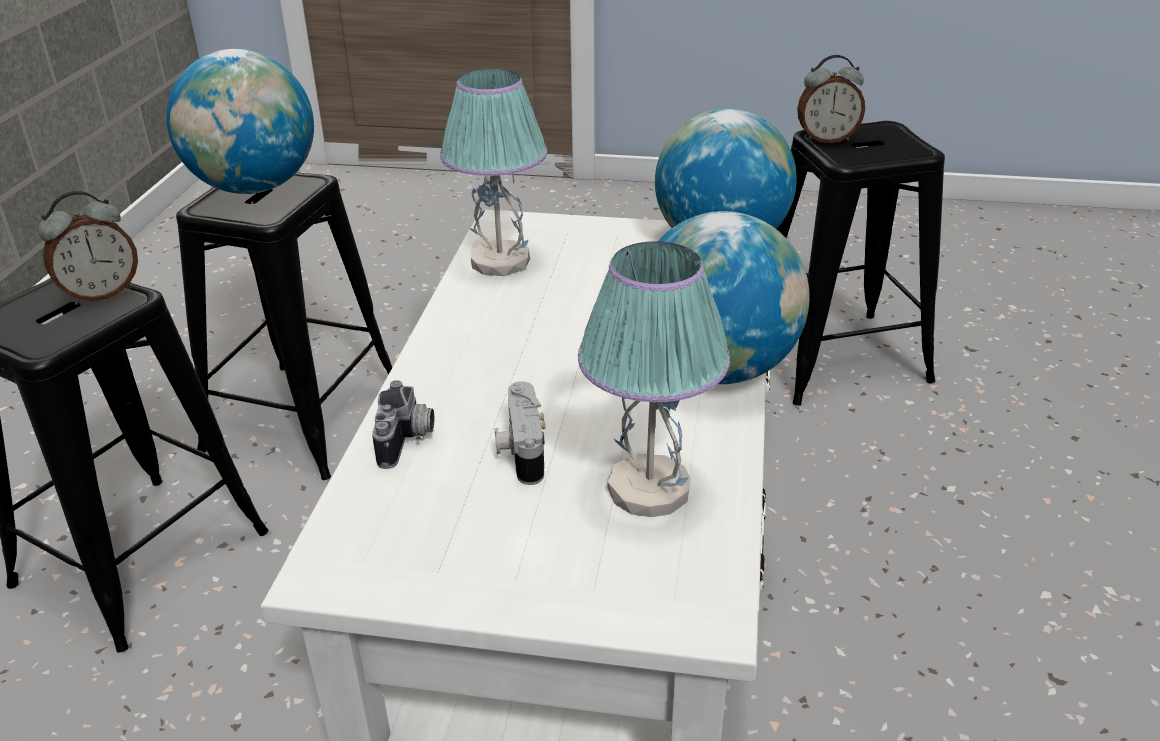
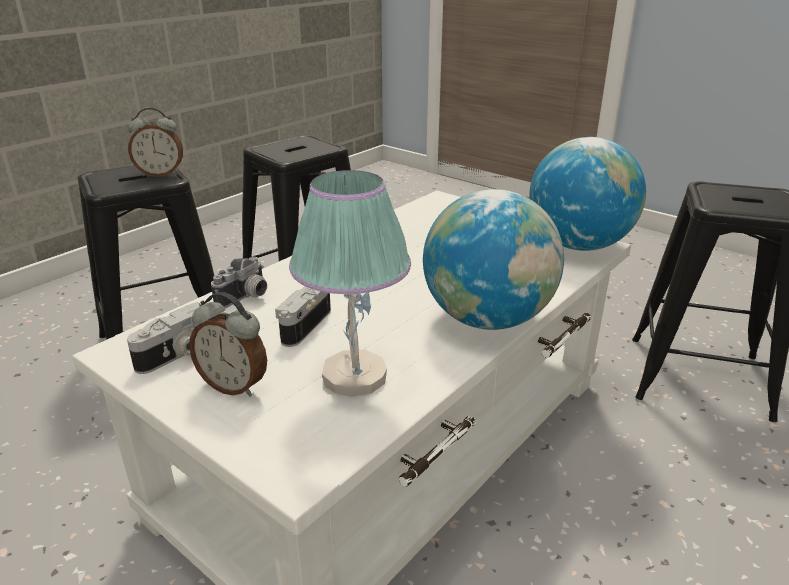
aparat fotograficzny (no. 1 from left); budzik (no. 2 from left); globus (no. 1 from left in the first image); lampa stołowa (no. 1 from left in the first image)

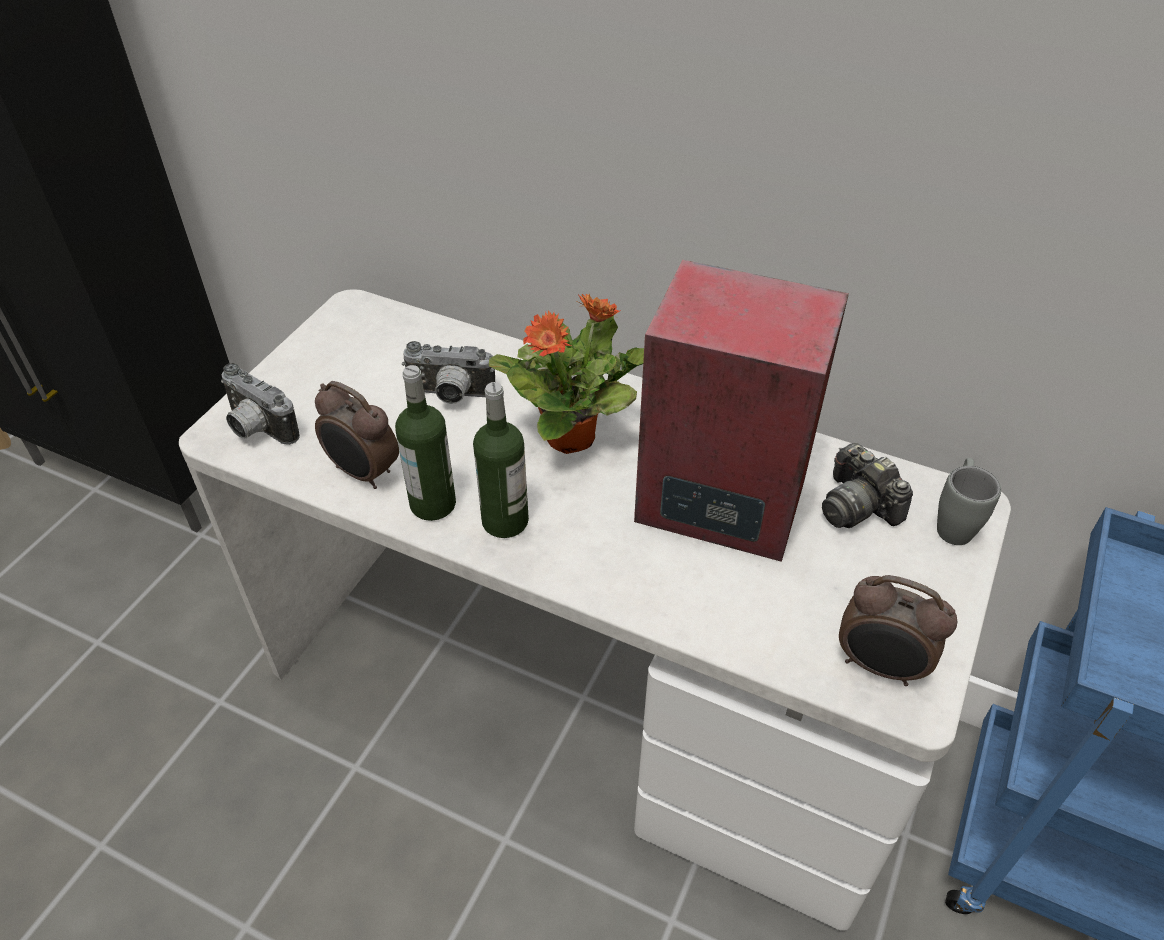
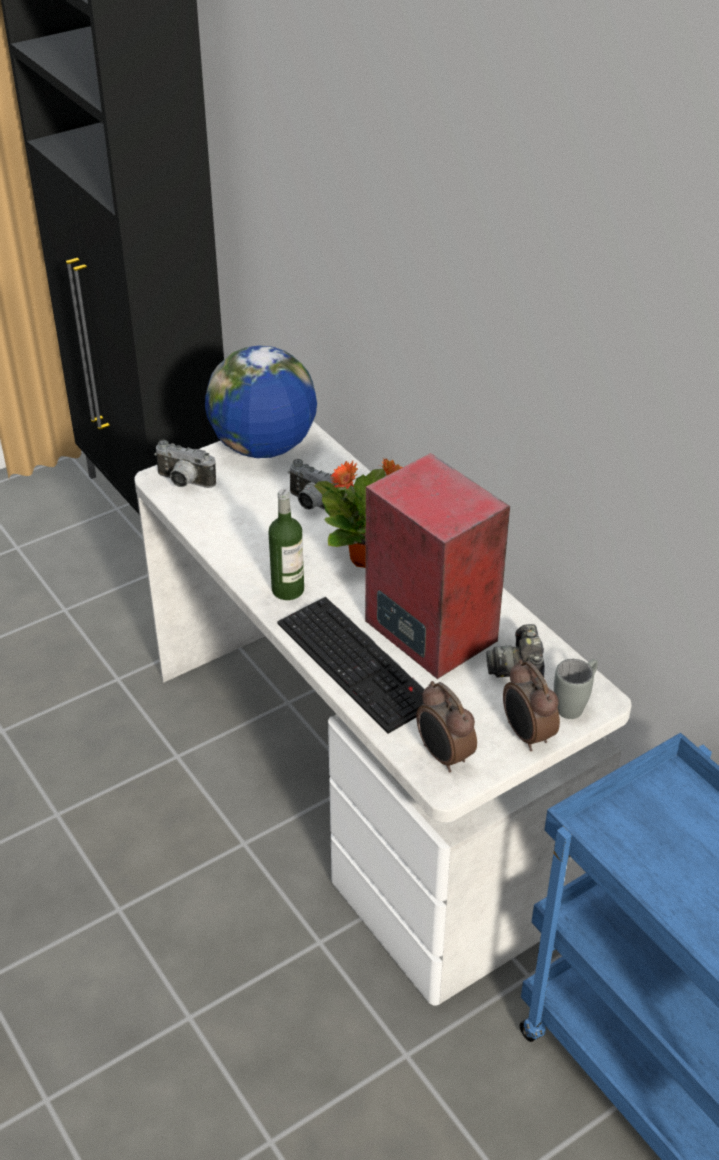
aparat fotograficzny (no. 1 from left); globus; klawiatura; budzik (no. 2 from left); butelka (no. 1 from left in the first image)

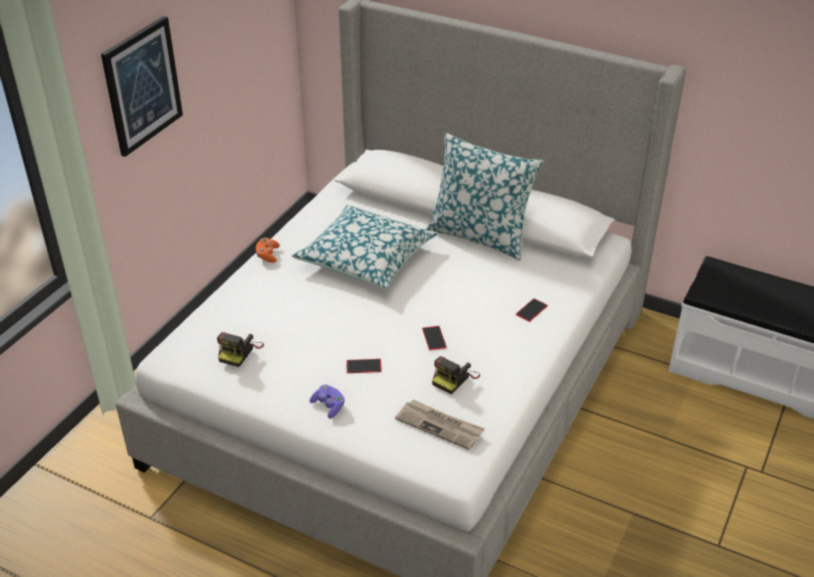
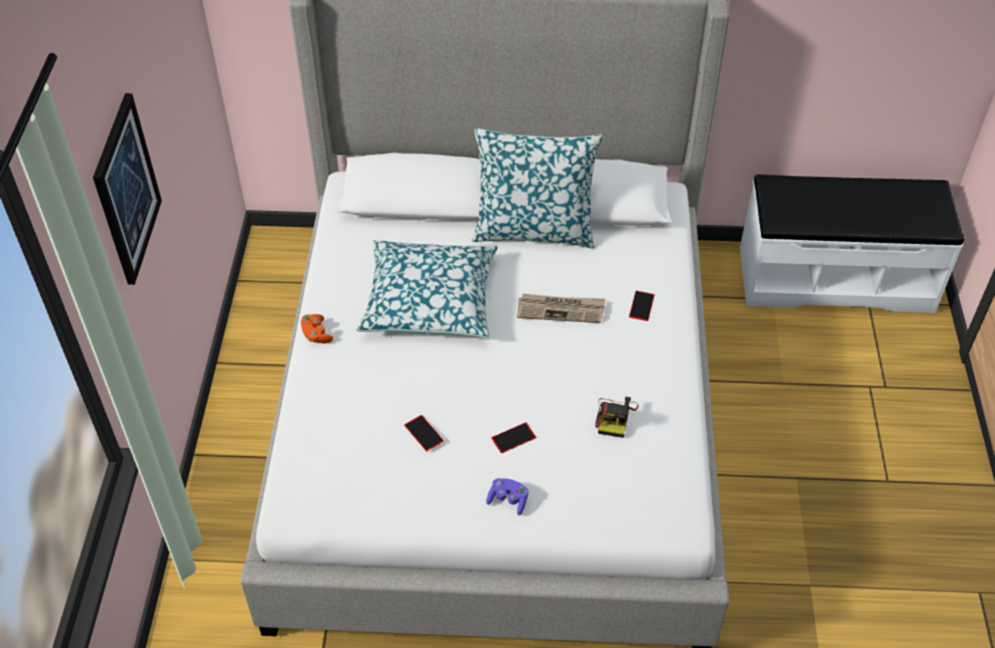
telefon (no. 1 from left); gazeta; aparat fotograficzny (no. 1 from left in the first image)

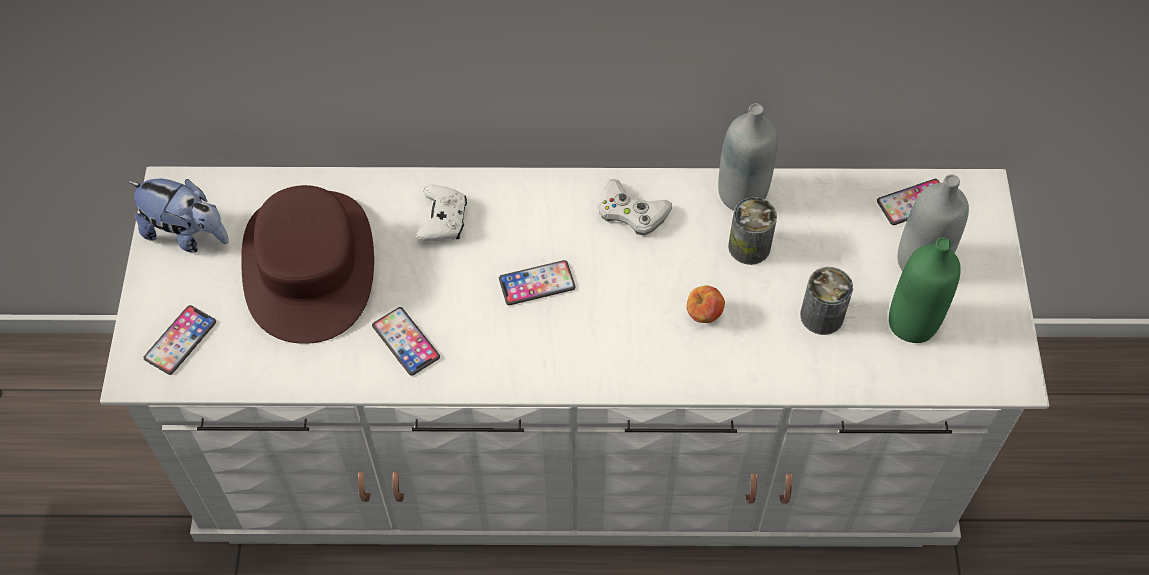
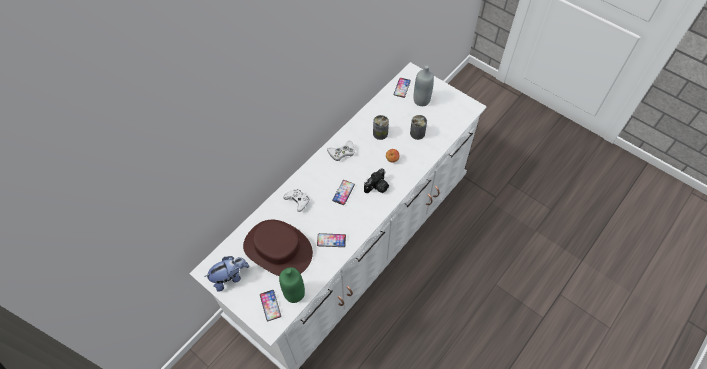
butelka/zielony; aparat fotograficzny; butelka/szary (no. 1 from left in the first image)

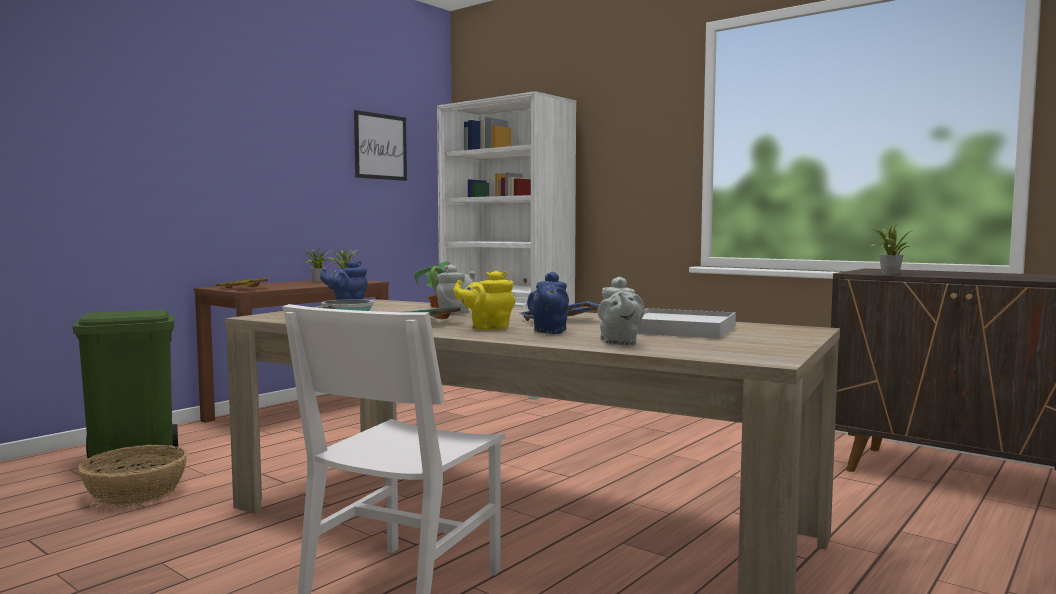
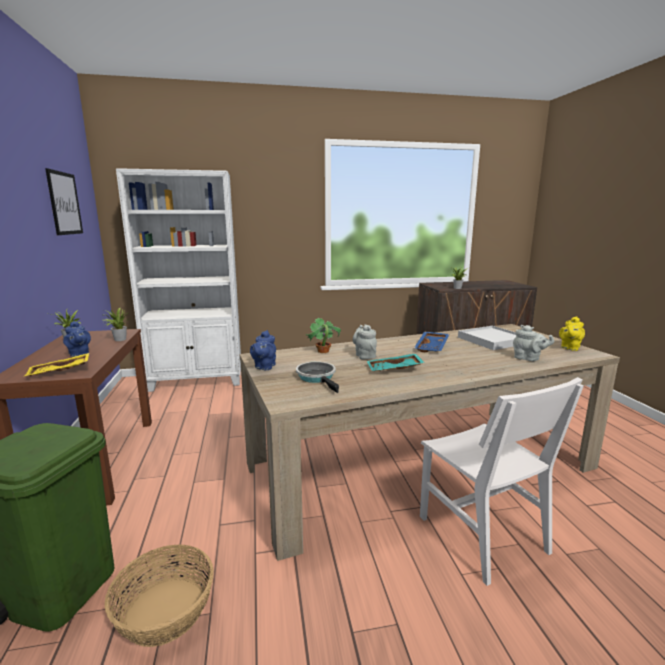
imbryk/niebieski (no. 1 from left); imbryk/żółty

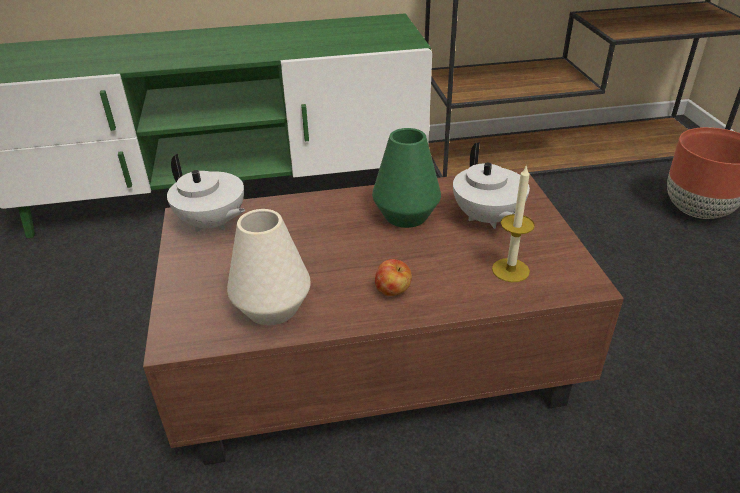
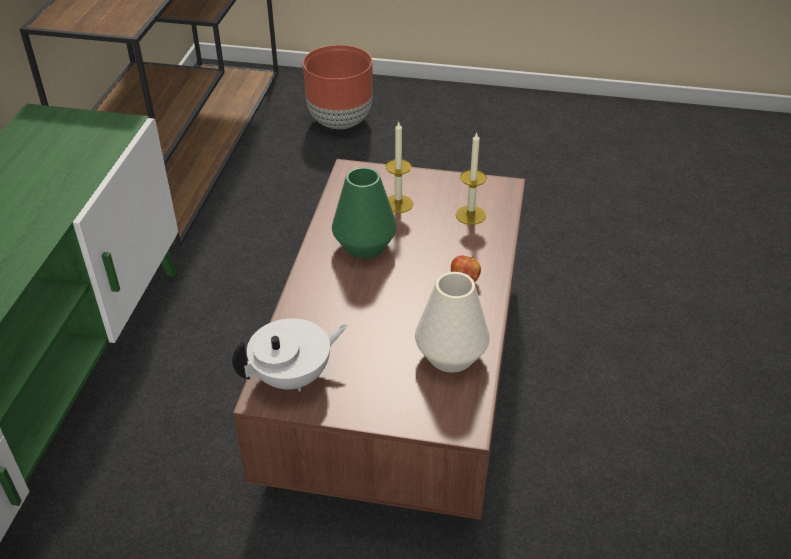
świeca (no. 1 from left)

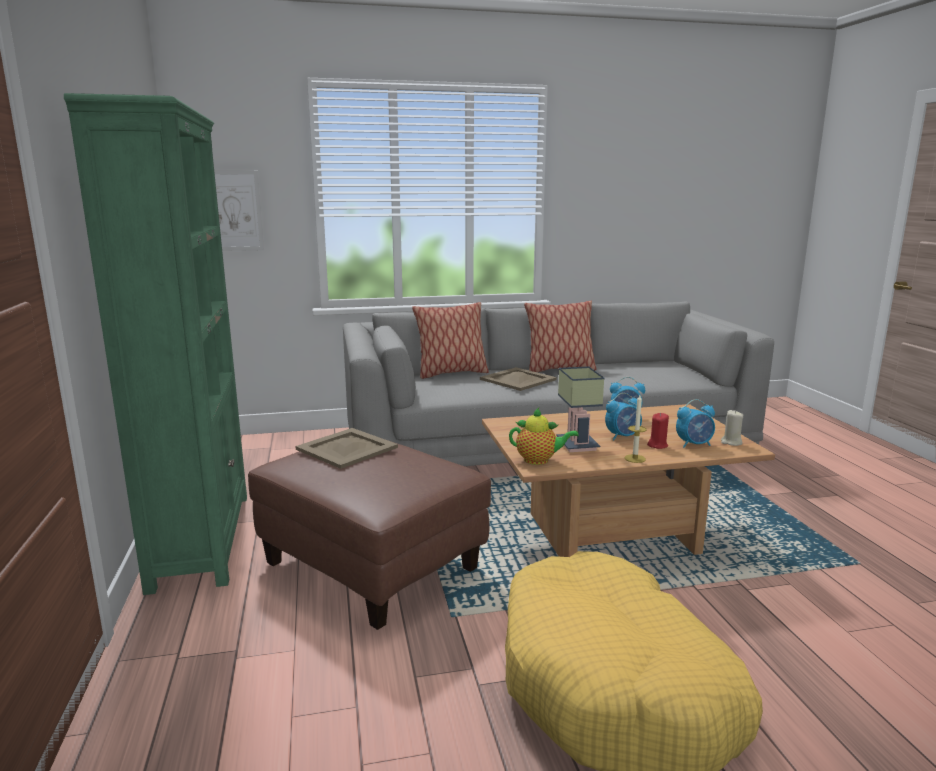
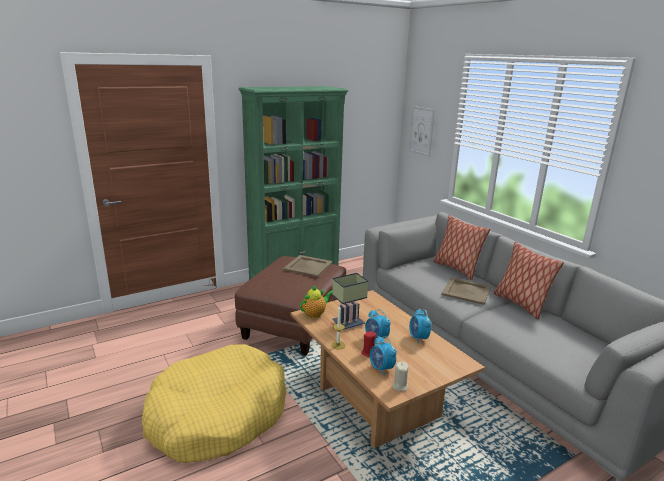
imbryk

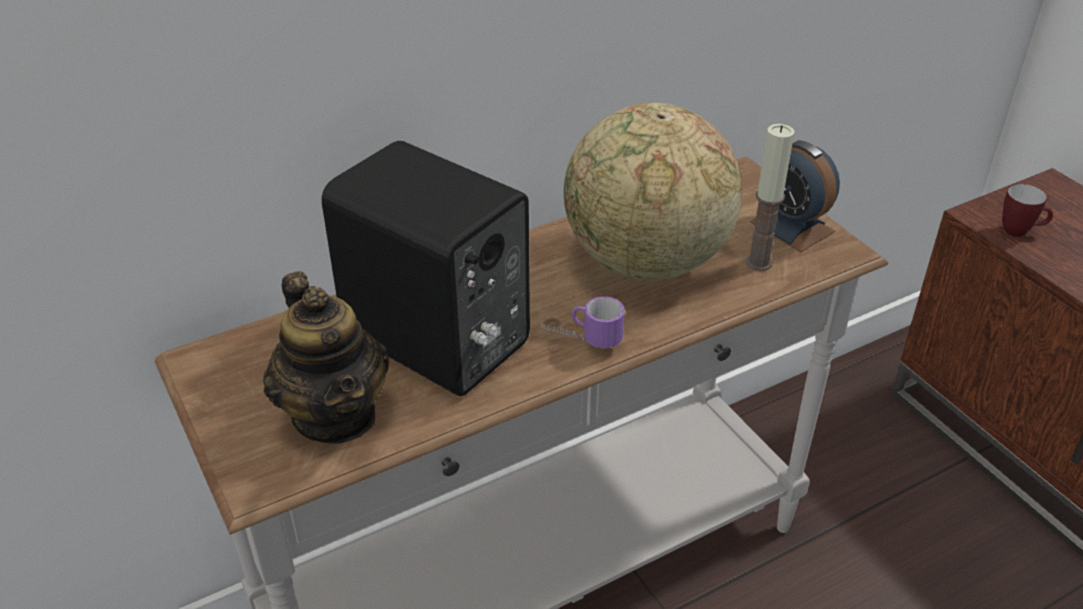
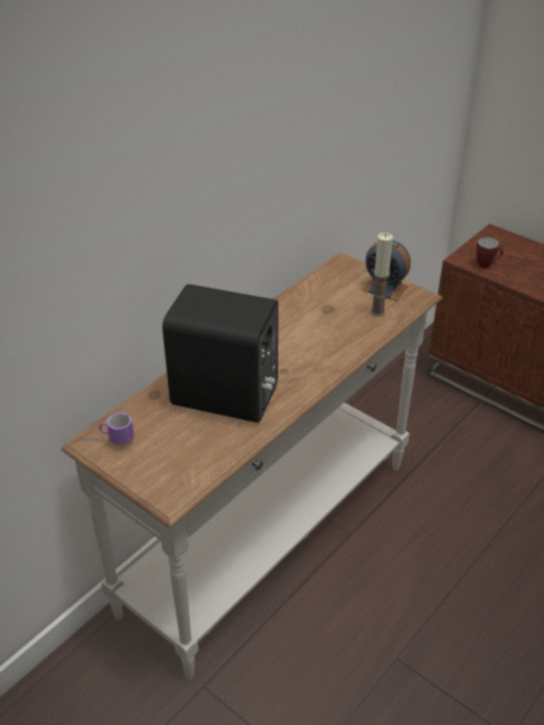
kubek (no. 1 from left); imbryk; globus

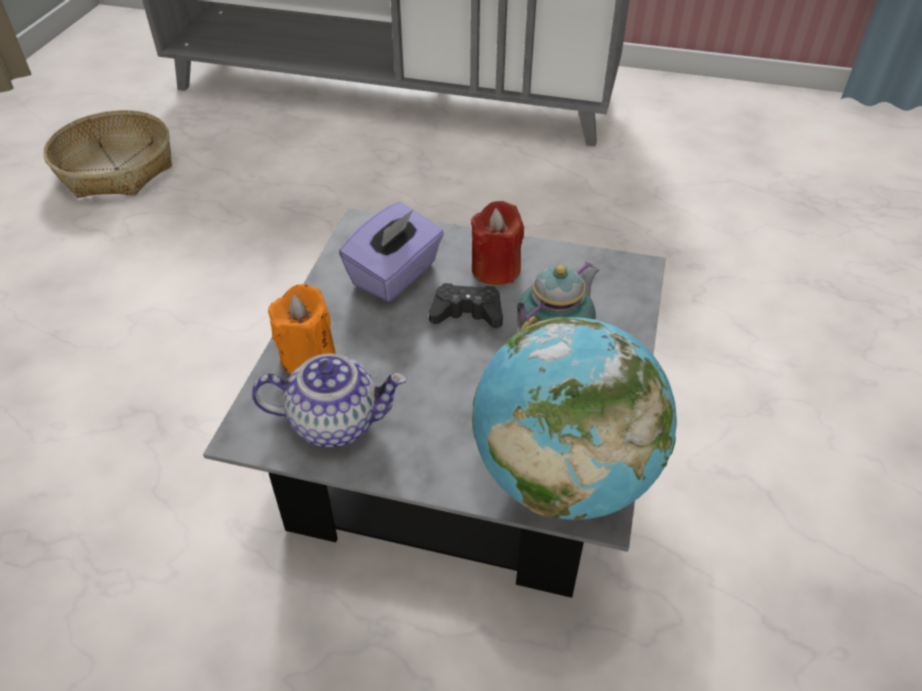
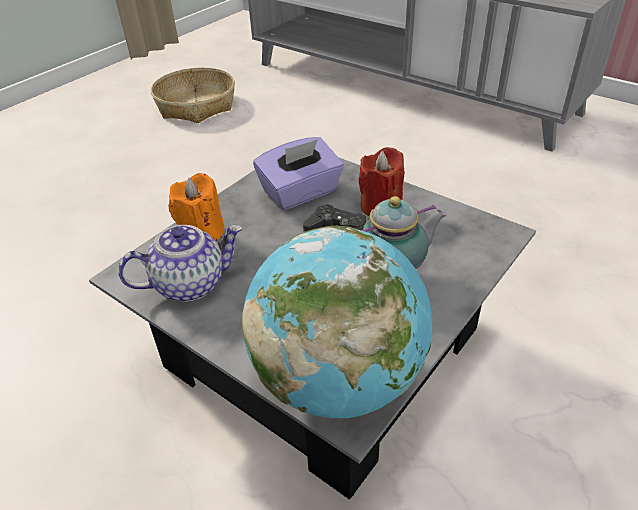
imbryk (no. 1 from left)

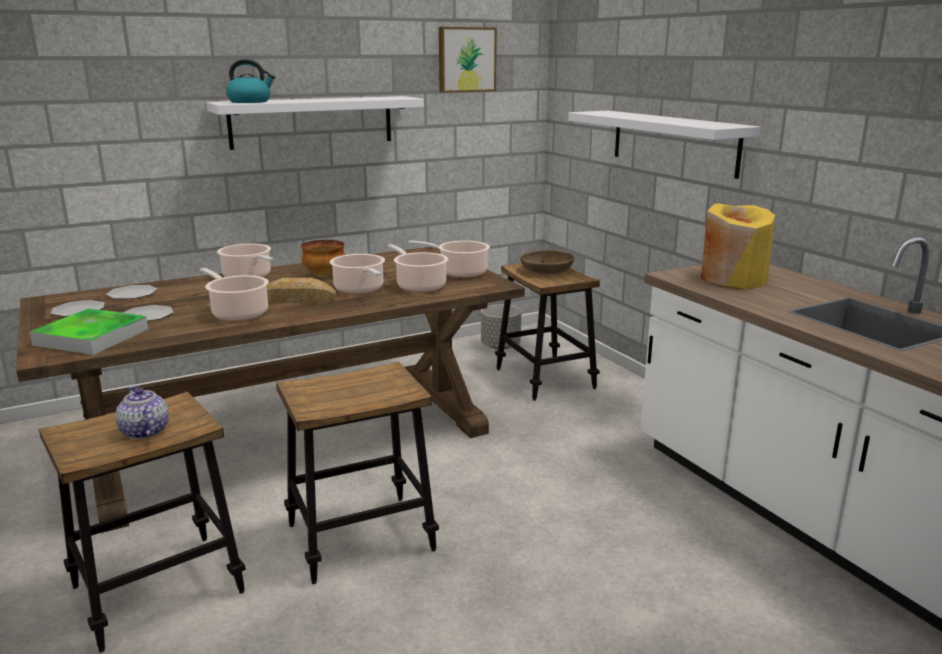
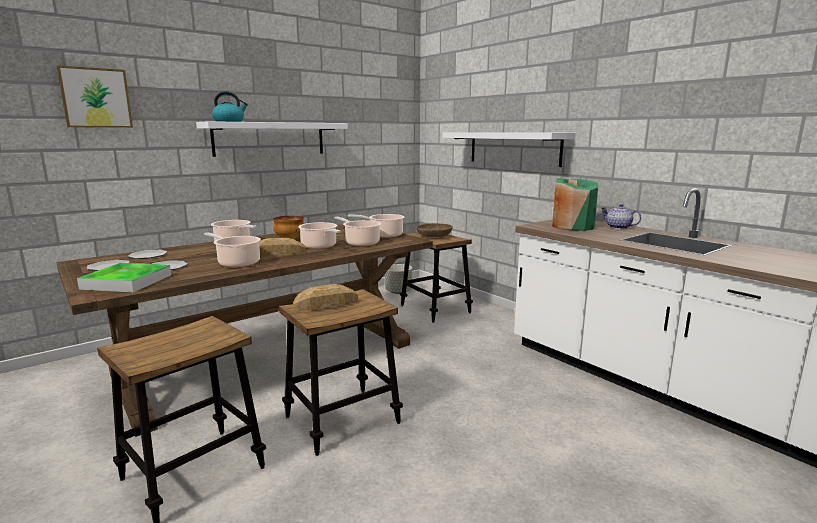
obraz; chleb (no. 2 from left); wazon/zielony; imbryk

